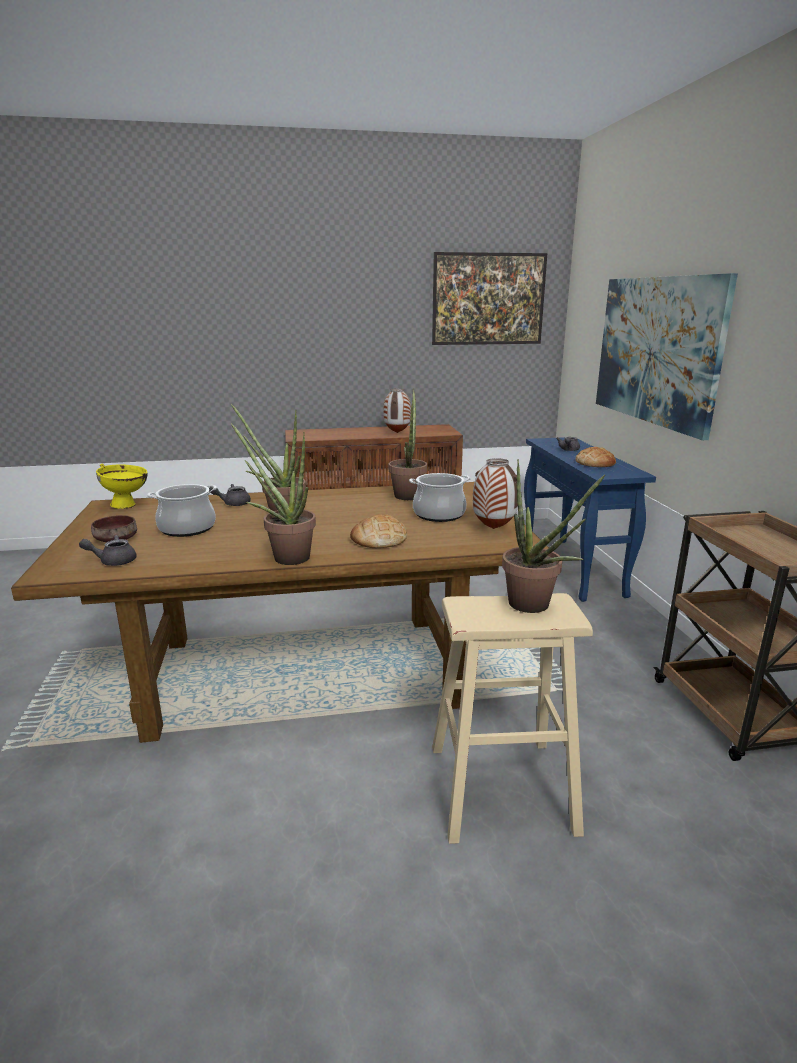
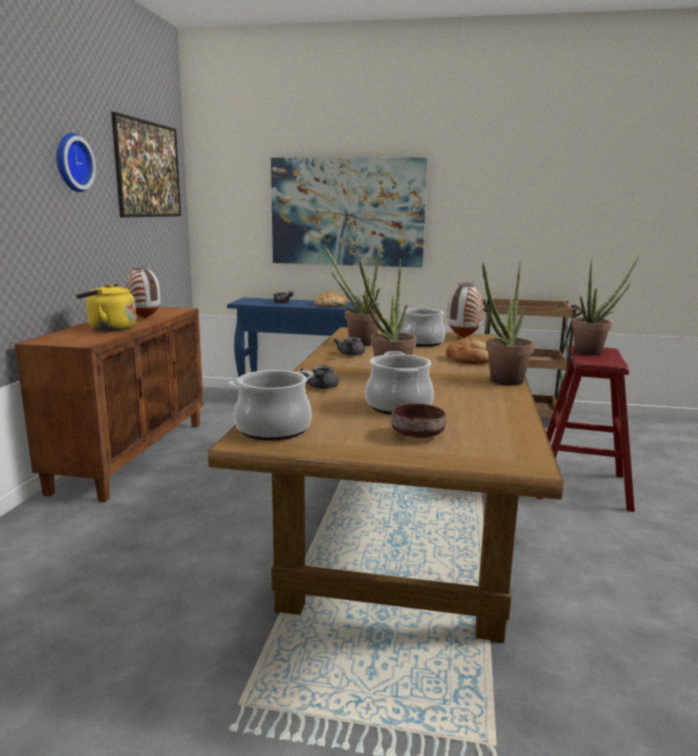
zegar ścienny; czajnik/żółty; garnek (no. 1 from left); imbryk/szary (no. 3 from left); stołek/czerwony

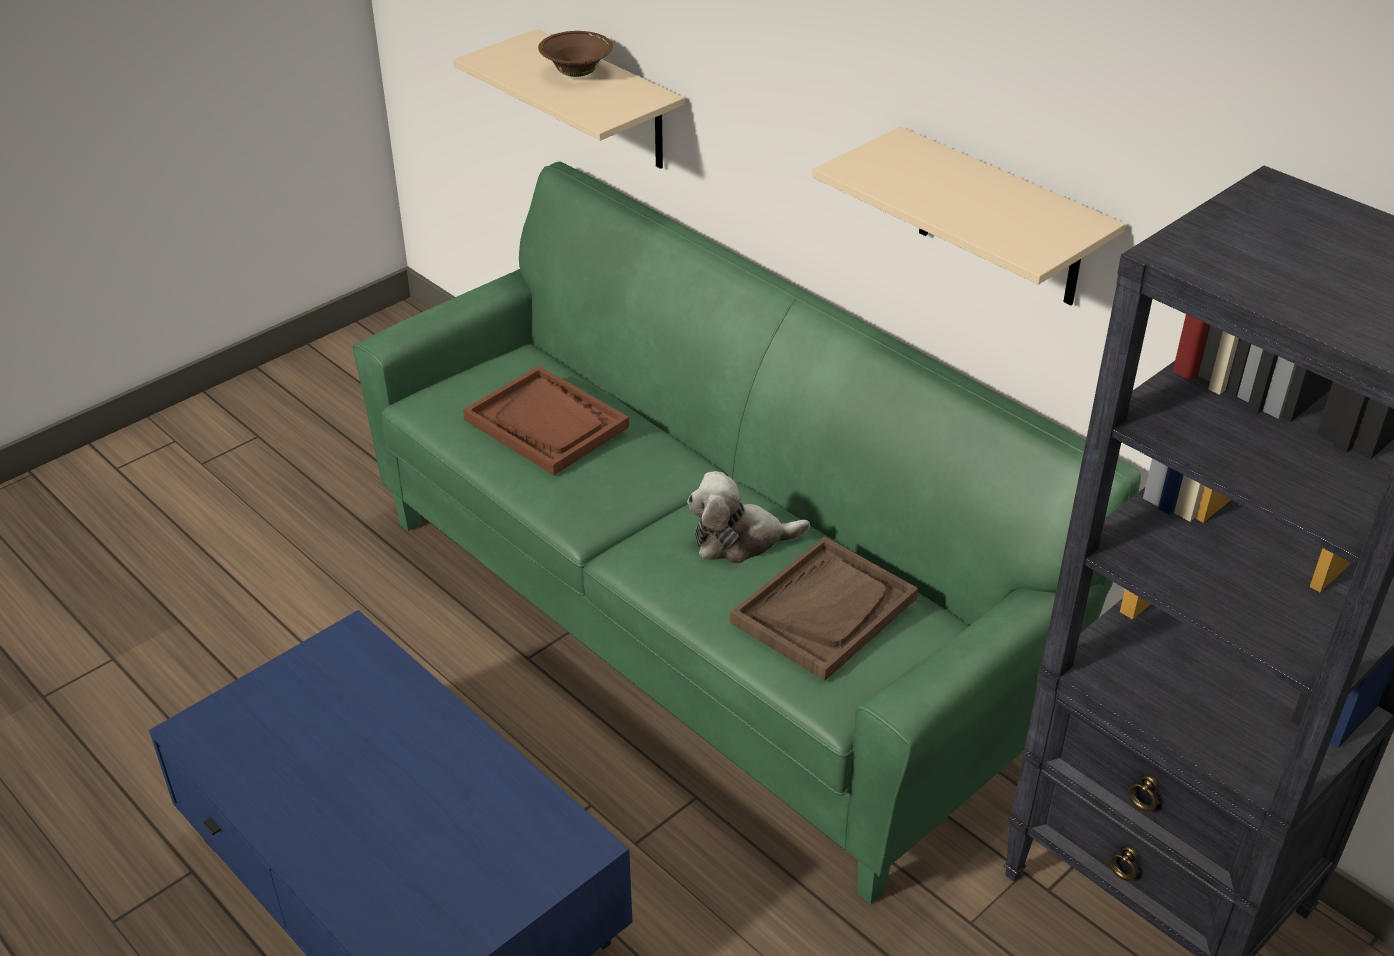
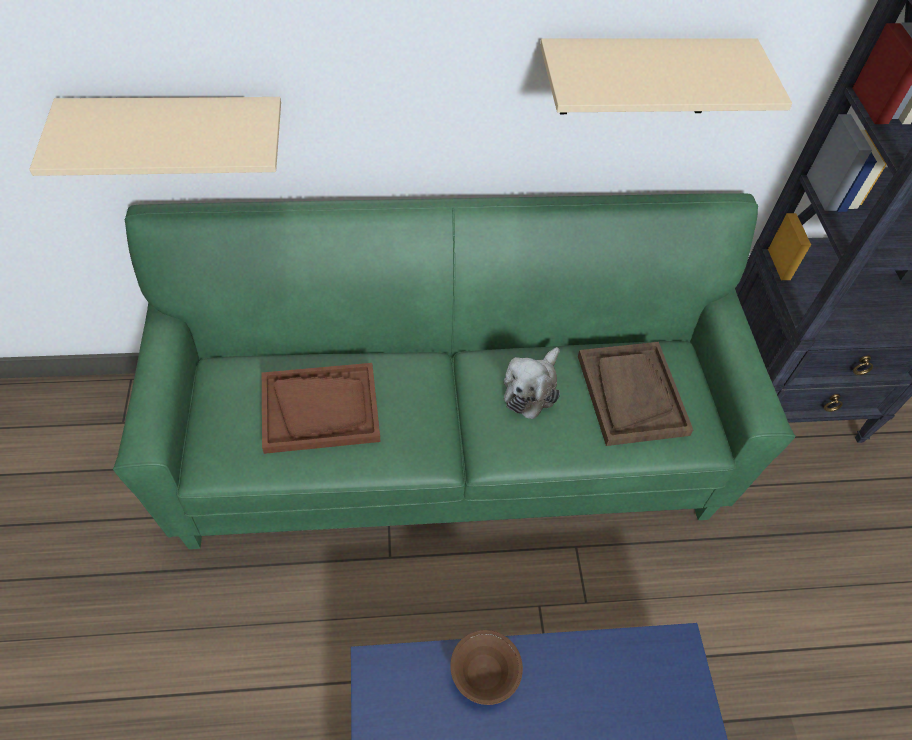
miska/brązowy

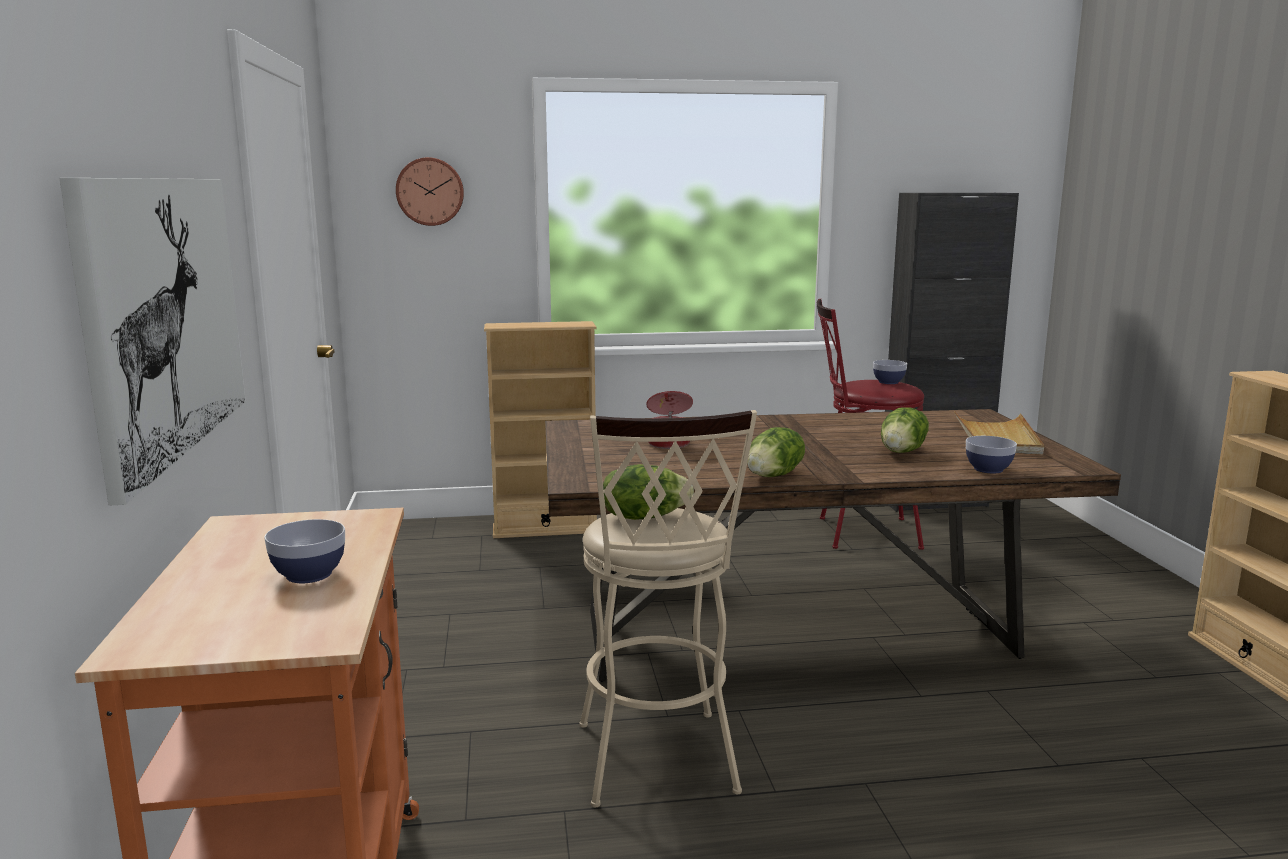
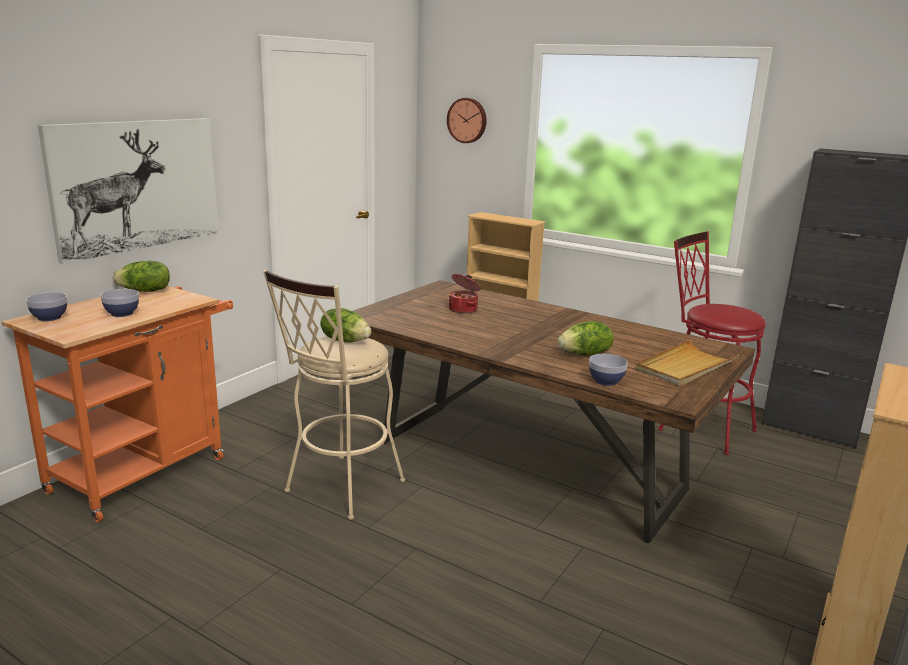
miska (no. 1 from left); sałata (no. 1 from left)

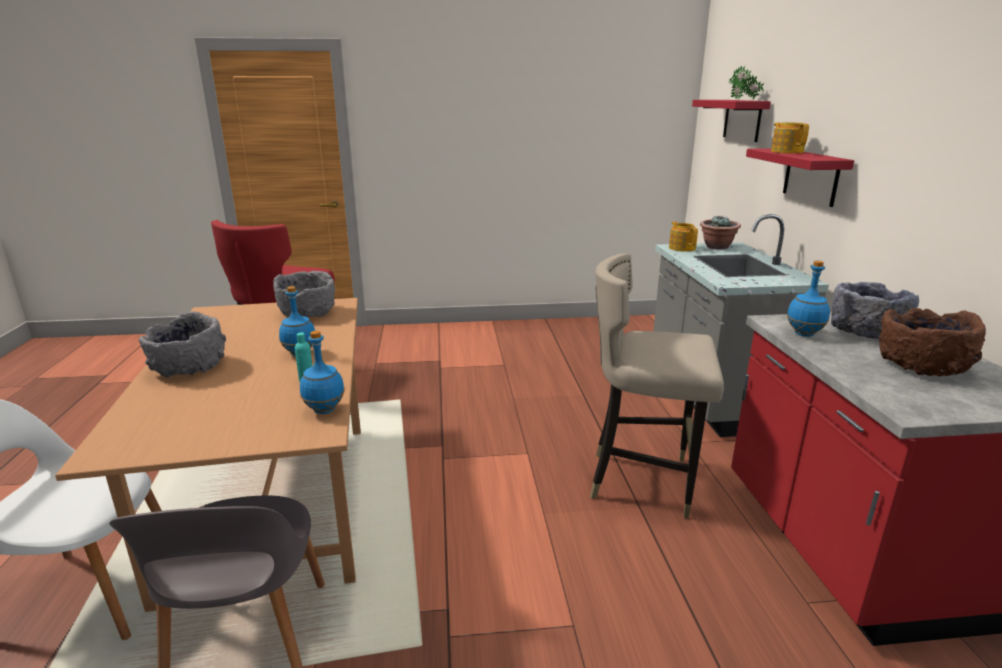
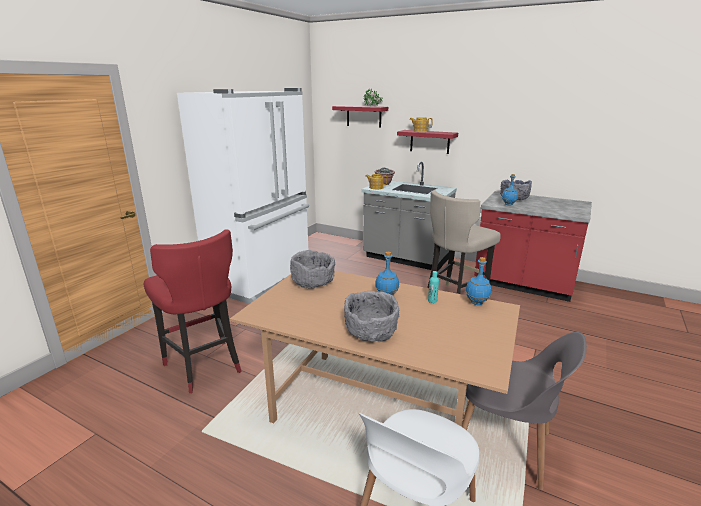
lodówka/biały; miska/brązowy

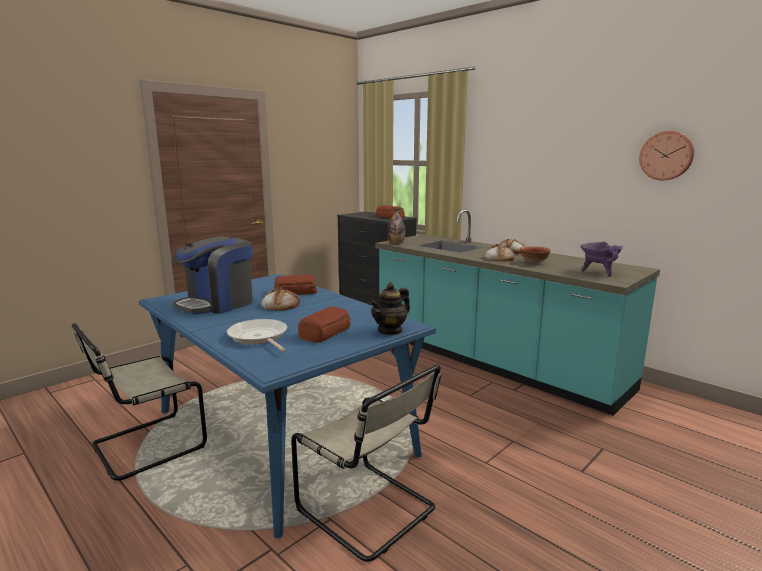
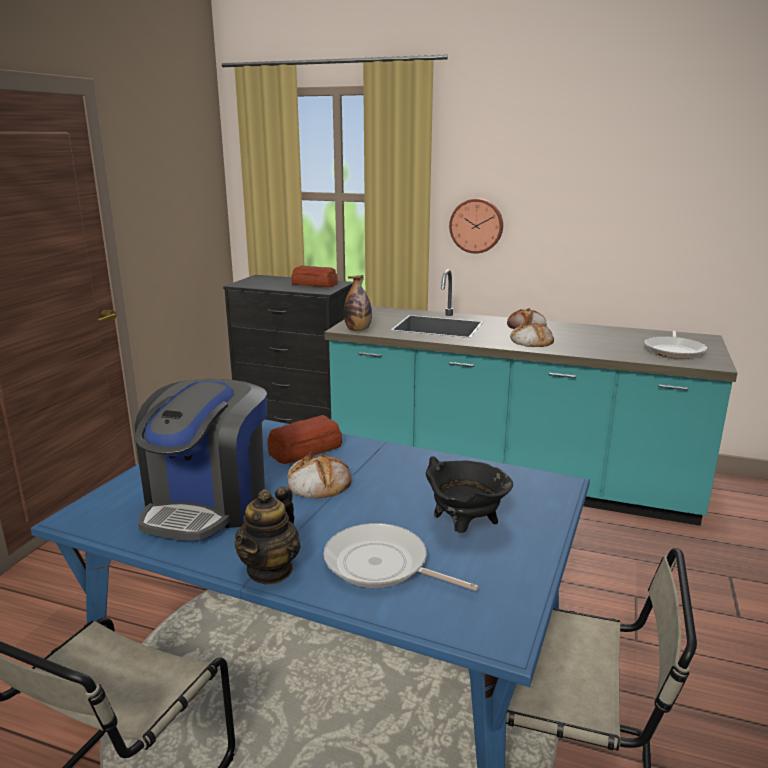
imbryk; garnek/czarny; zegar ścienny; patelnia (no. 2 from left); miska

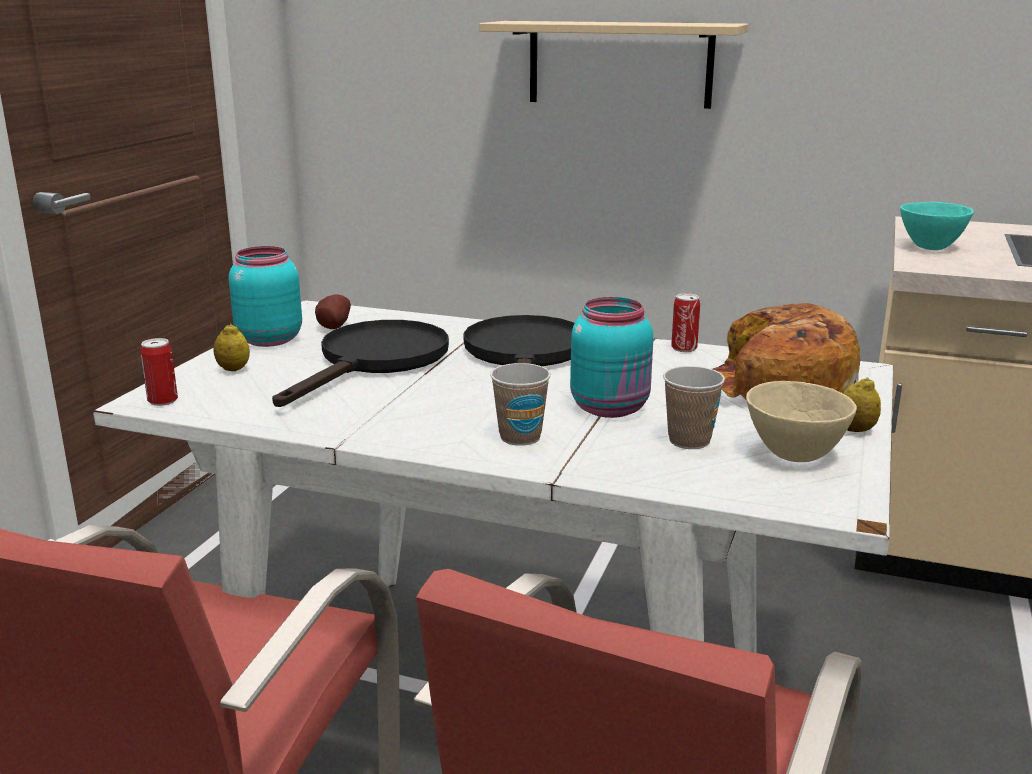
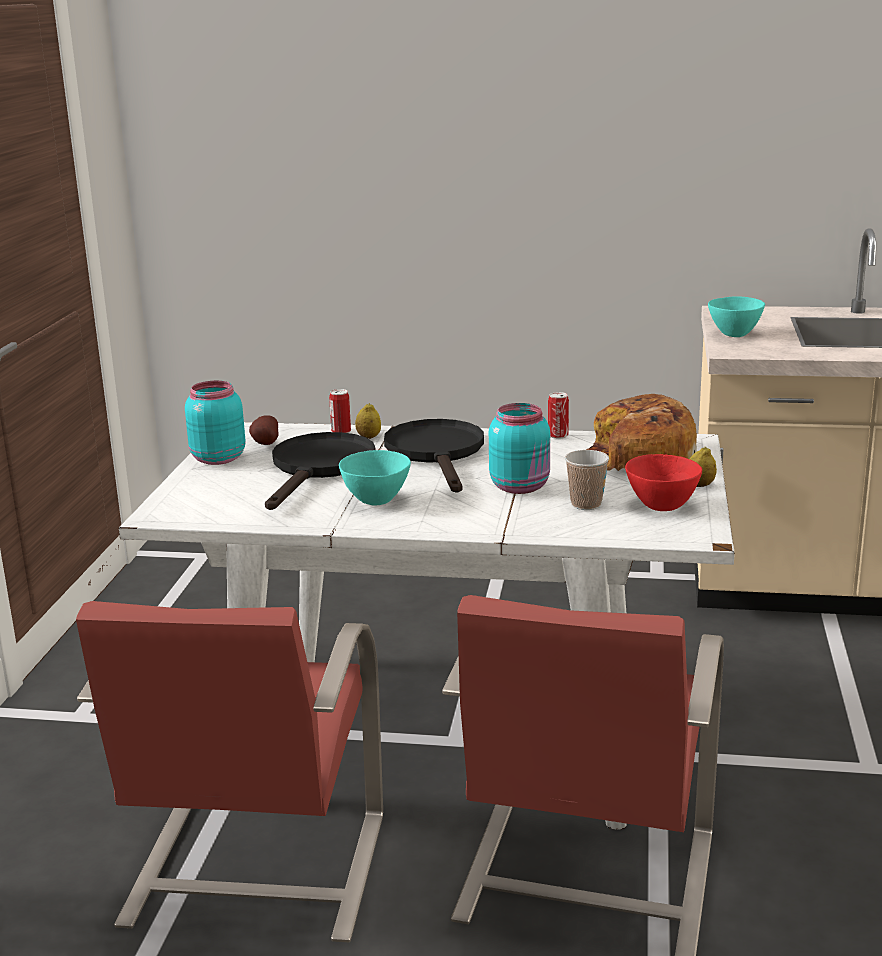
puszka (no. 1 from left); miska/turkusowy (no. 1 from left); cytryna (no. 1 from left); miska/czerwony; półka/beżowy; filiżanka (no. 1 from left in the first image)

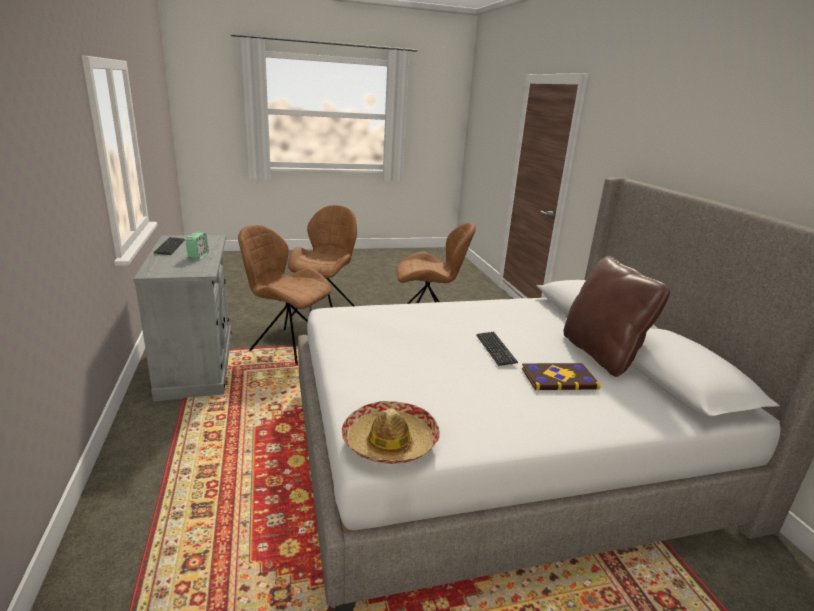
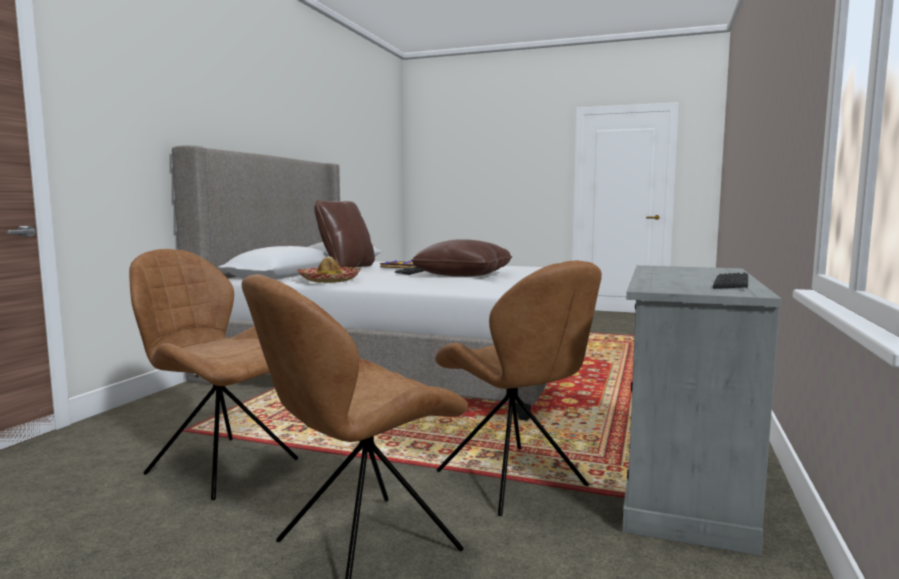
kapelusz; poduszka/brązowy (no. 2 from left); budzik

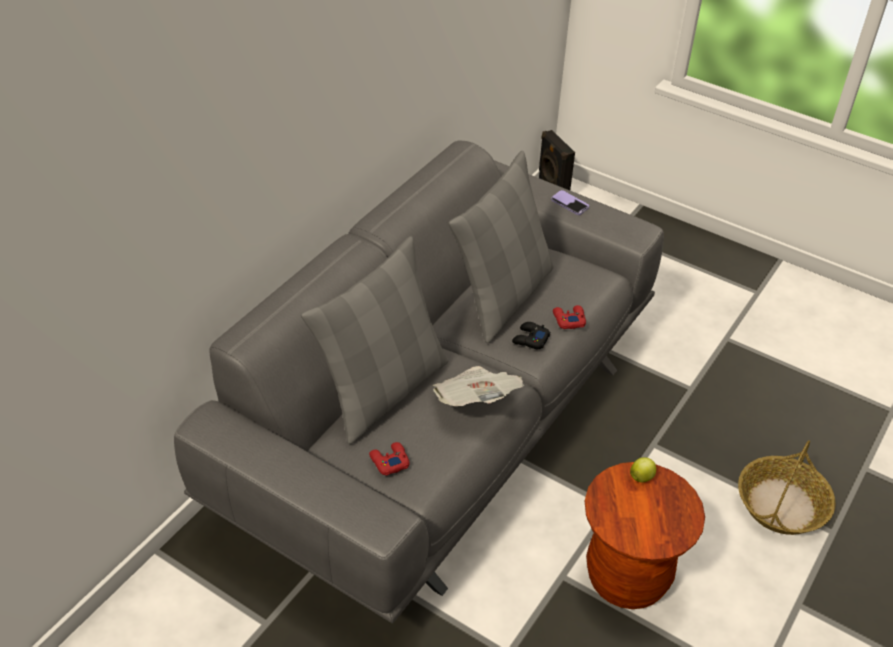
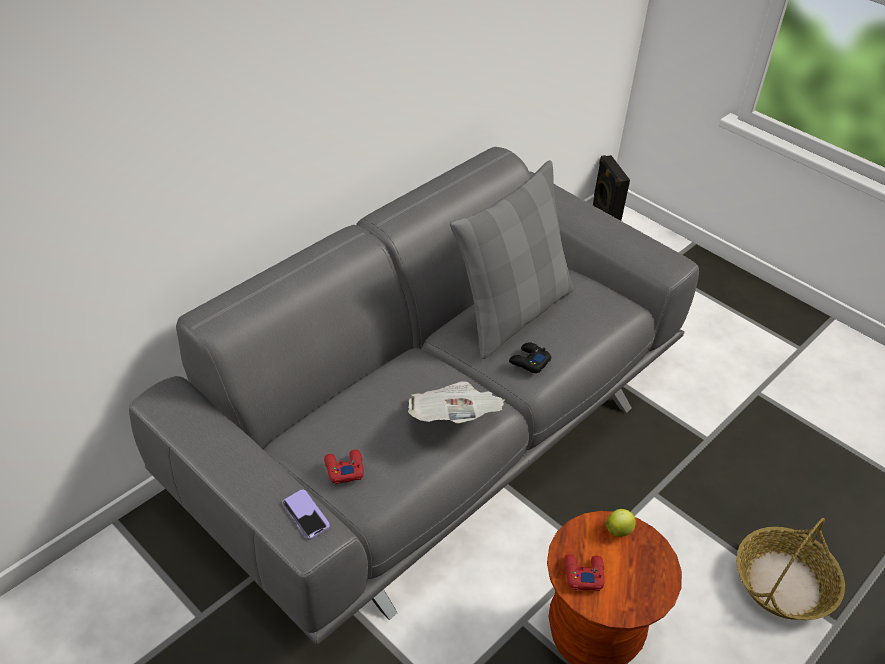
telefon; pad do gier/czerwony (no. 2 from left); poduszka/szary (no. 1 from left in the first image)

